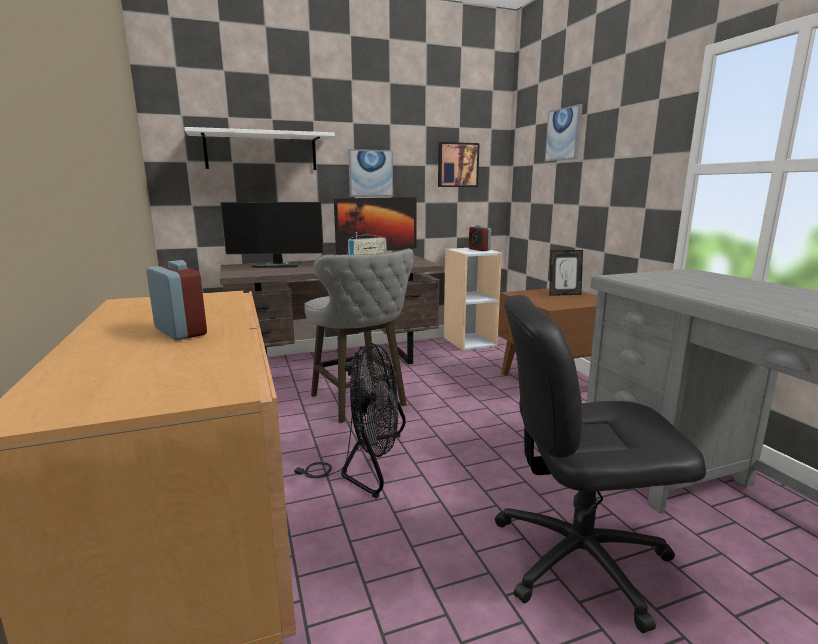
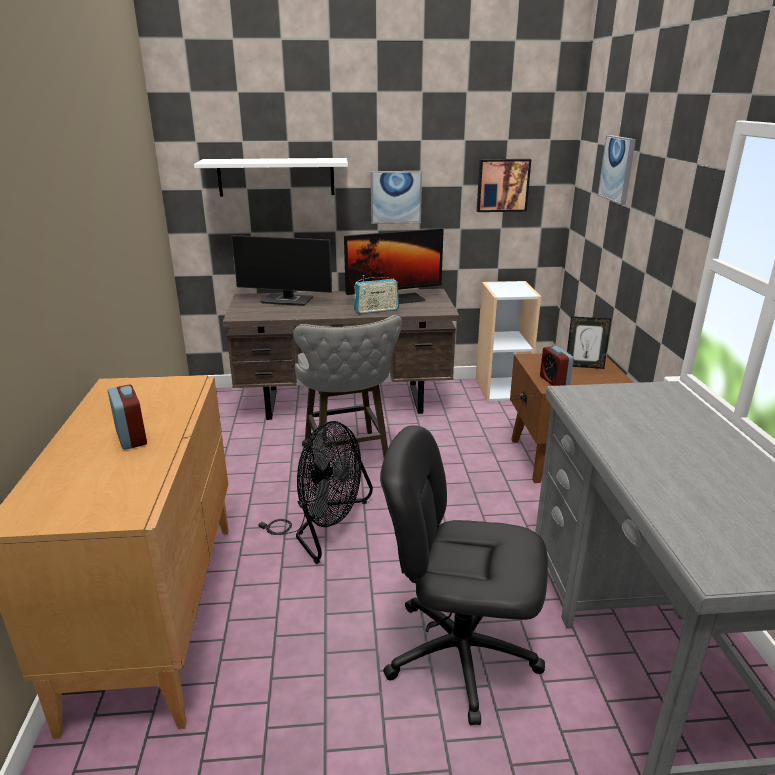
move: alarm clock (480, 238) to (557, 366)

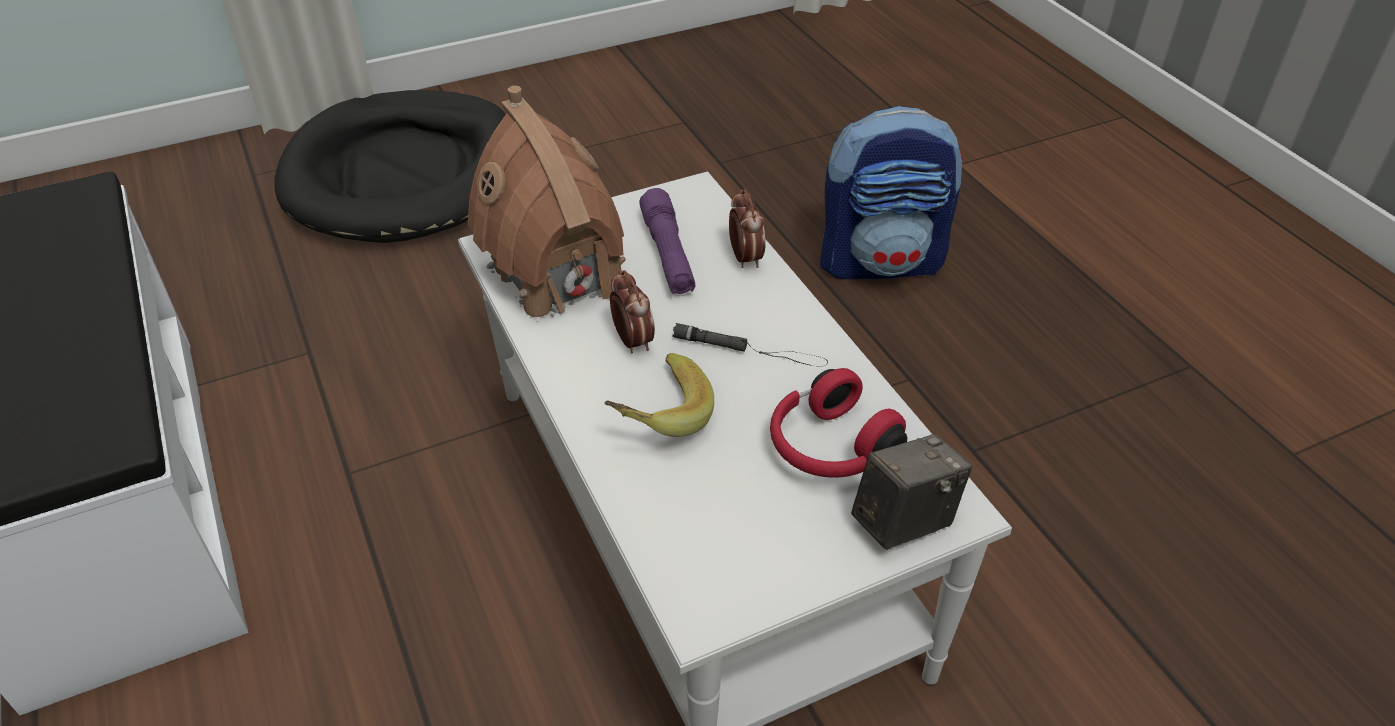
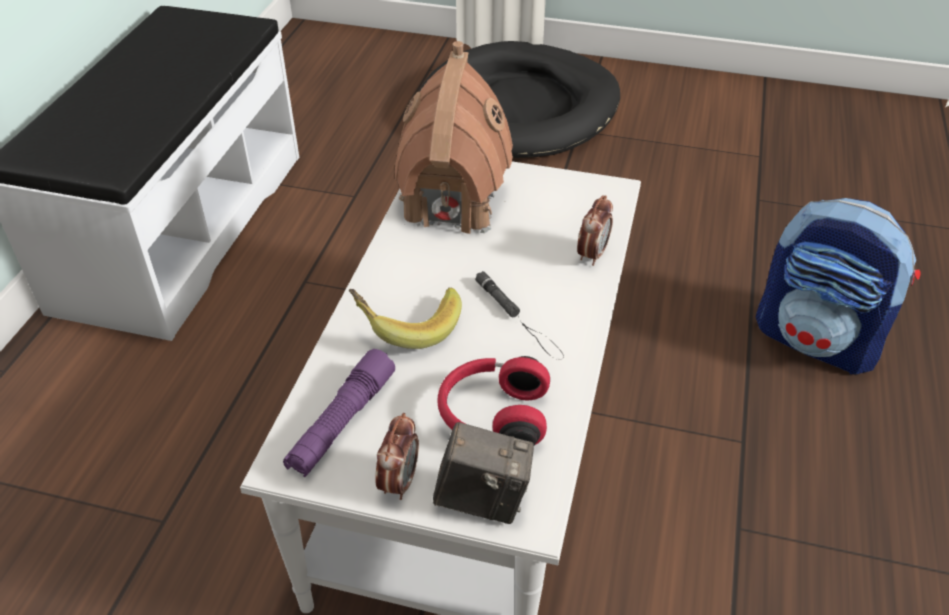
move: purple flashlight (667, 241) to (339, 413); alarm clock (632, 311) to (397, 456)

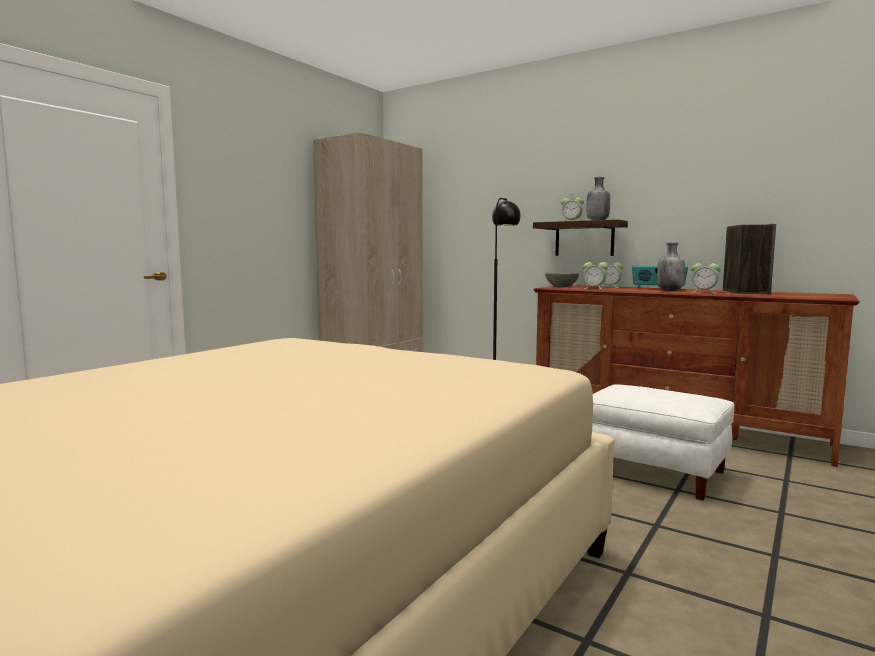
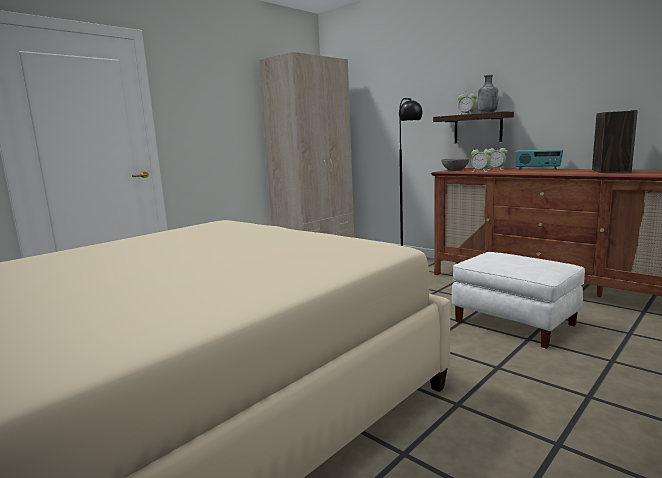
delete: grey bottle (671, 266); alarm clock (706, 276)

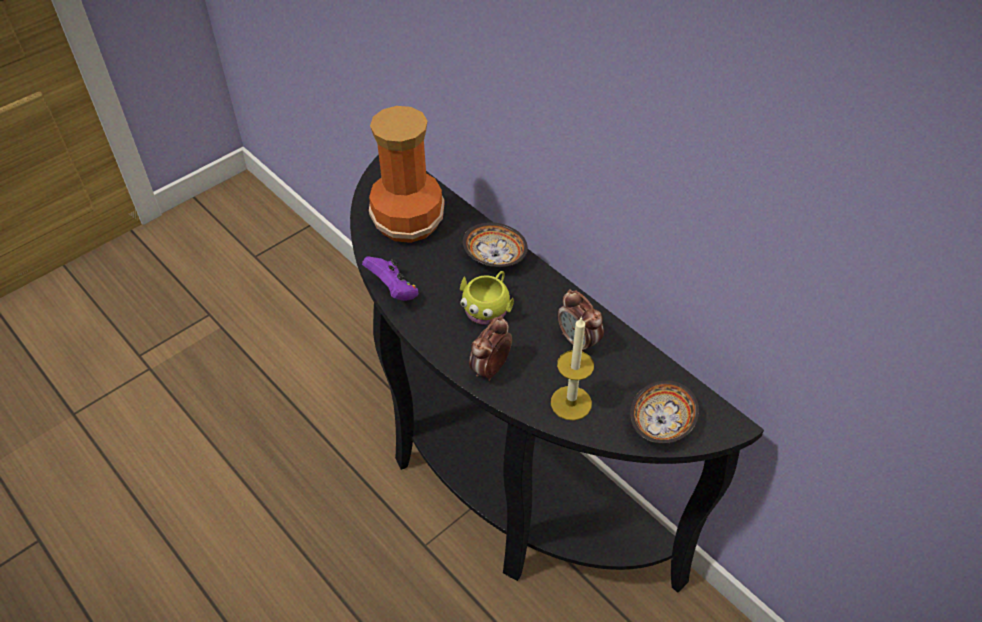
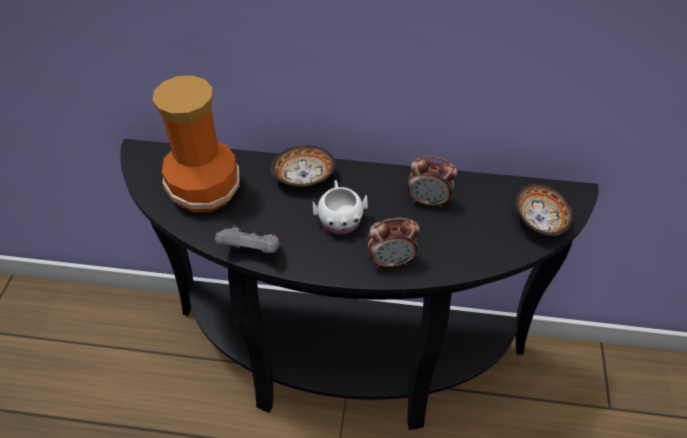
delete: candle (572, 368)
recolor: purple game controller (390, 278) to grey game controller (247, 239); yellow mug (487, 298) to white mug (340, 207)
rotate: alarm clock (490, 348) = (393, 243) 90 degrees counterclockwise

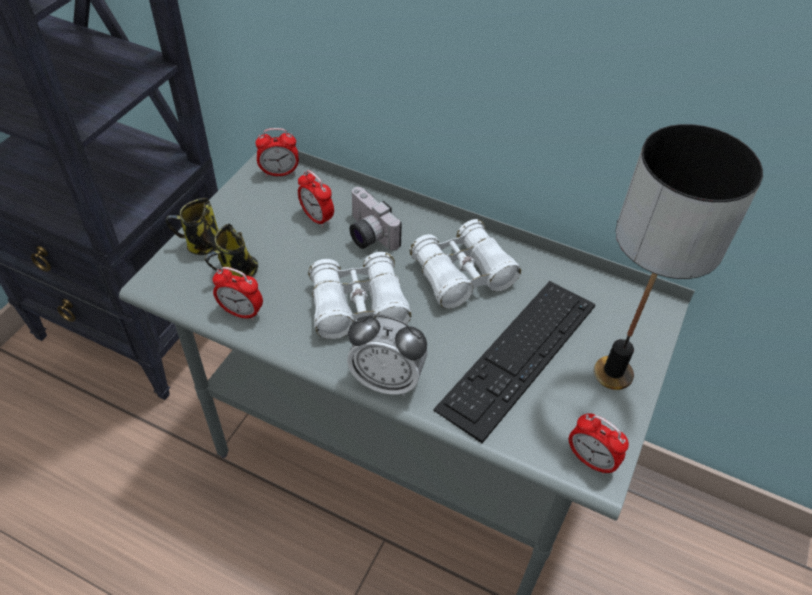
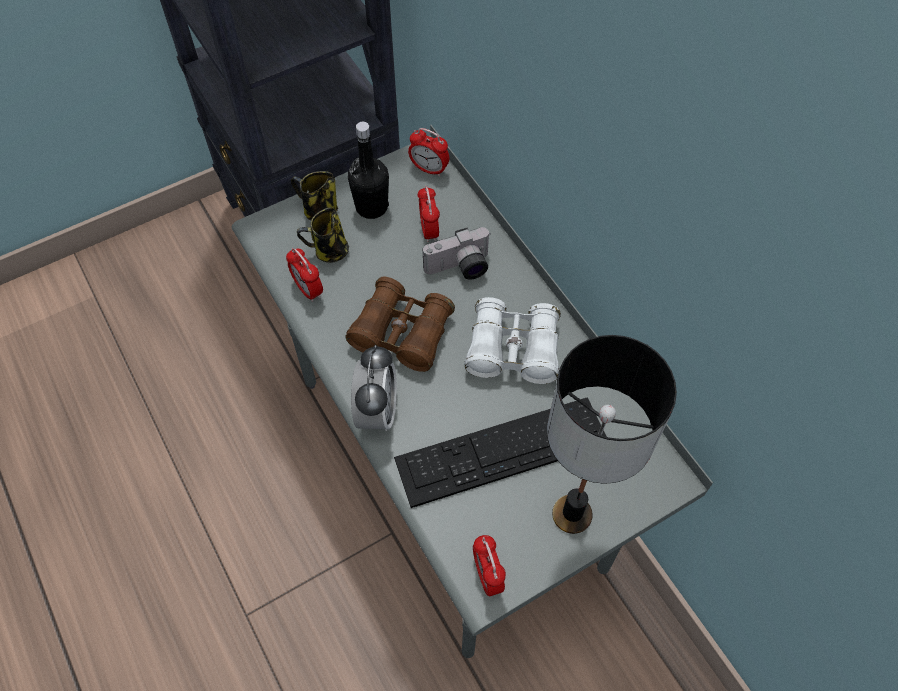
insert: black bottle (368, 170)
recolor: white binoculars (359, 295) to brown binoculars (400, 324)
rotate: photo camera (376, 219) = (457, 253) 105 degrees counterclockwise; alarm clock (387, 355) = (374, 388) 135 degrees counterclockwise

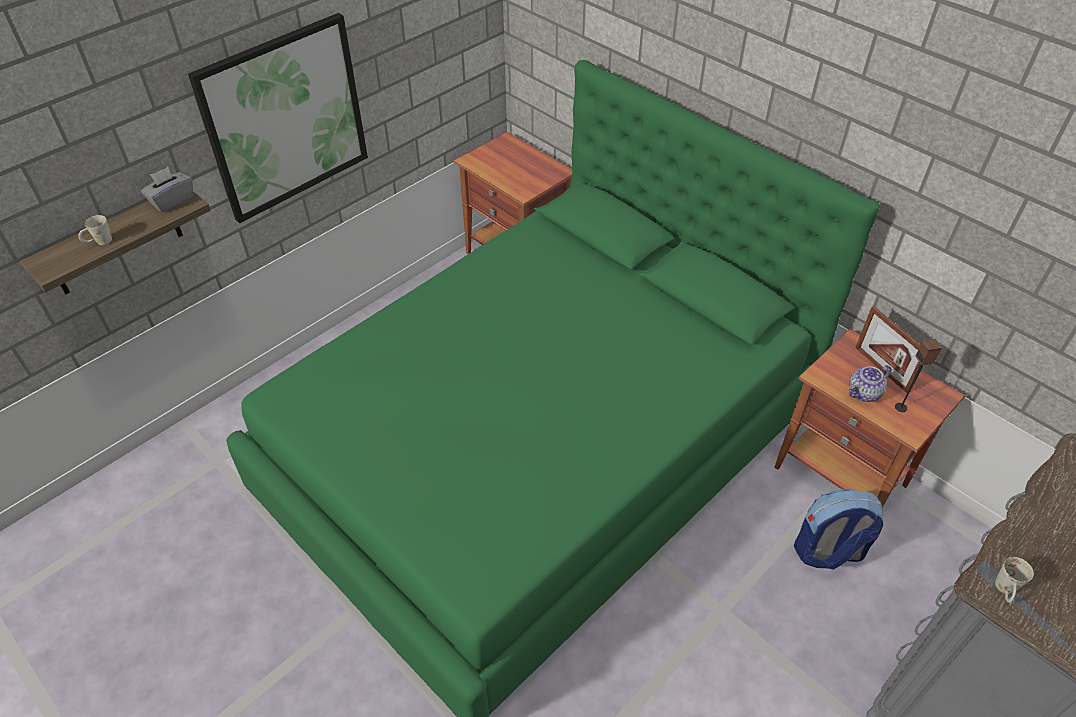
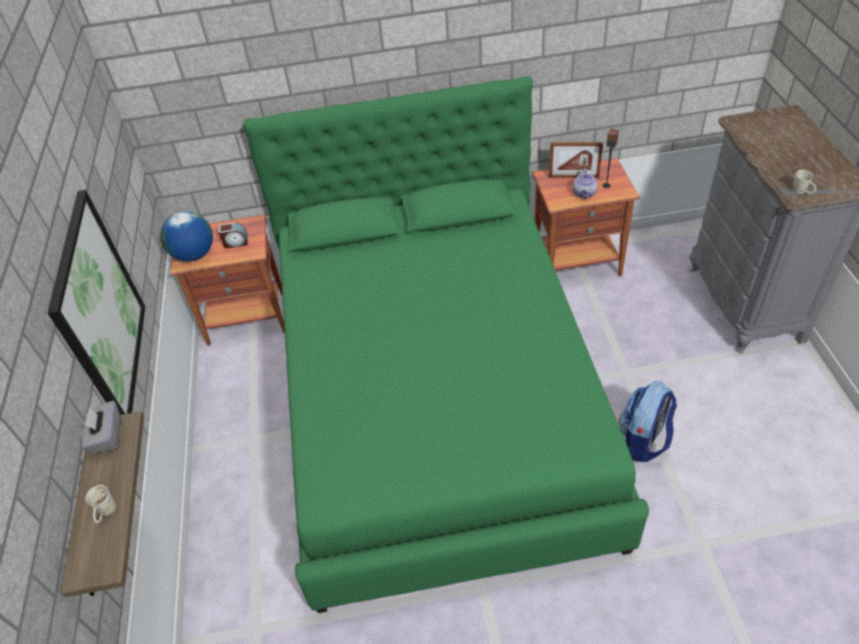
insert: globe (186, 236); alarm clock (233, 236)
move: backpack (839, 529) to (648, 421)

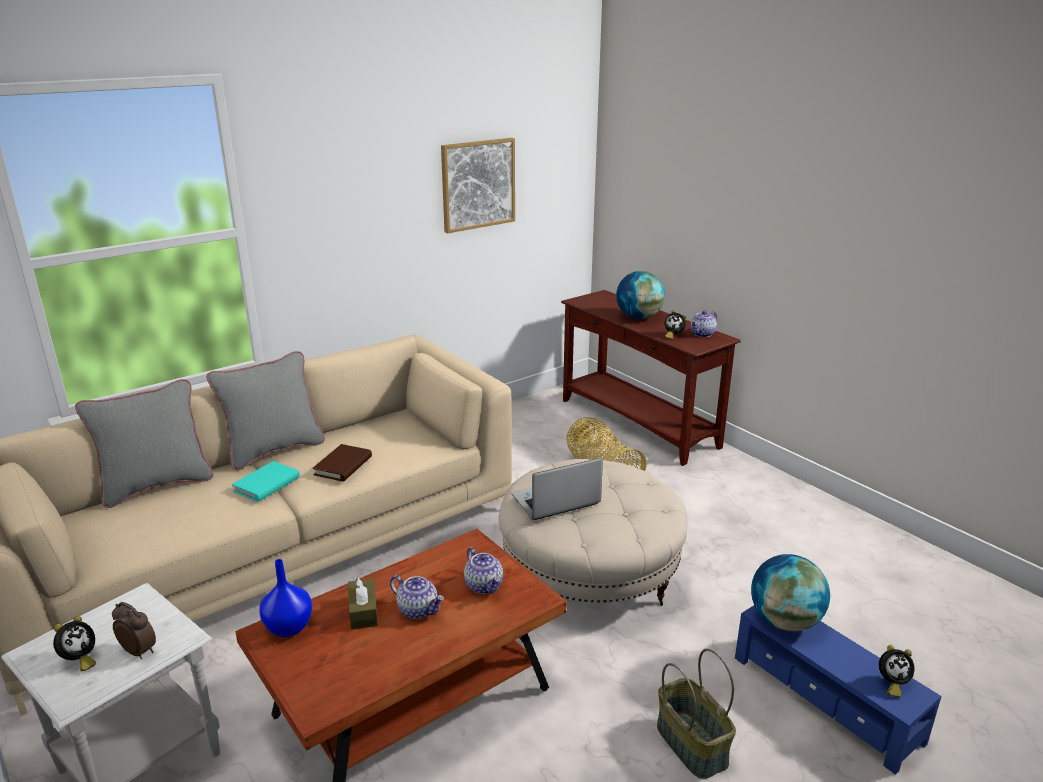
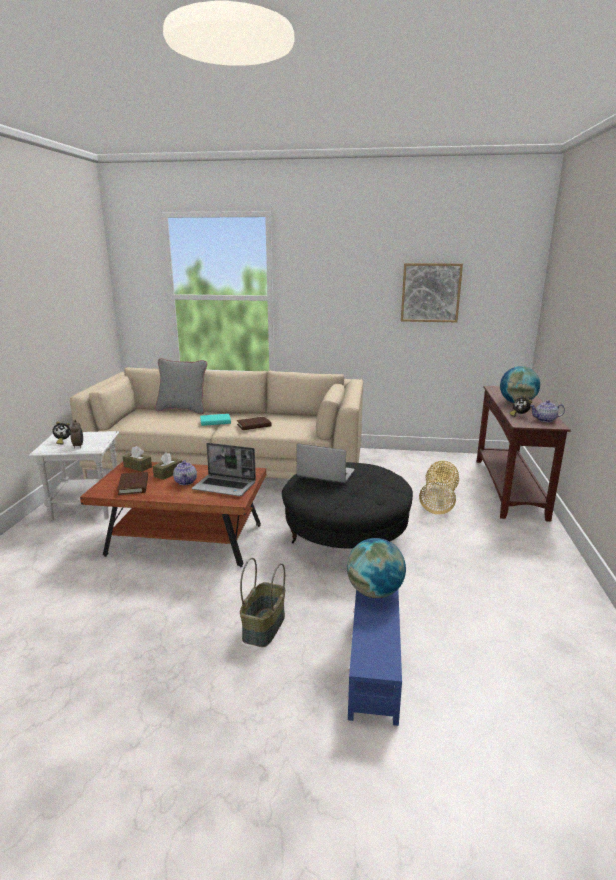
delete: grey pillow (265, 410); alarm clock (897, 671)
insert: brown book (132, 483)
replace: teapot (483, 570) to laptop (224, 469); blue vase (285, 598) to brown tissue box (137, 459)
recolor: beige ottoman (593, 532) to black ottoman (347, 505)

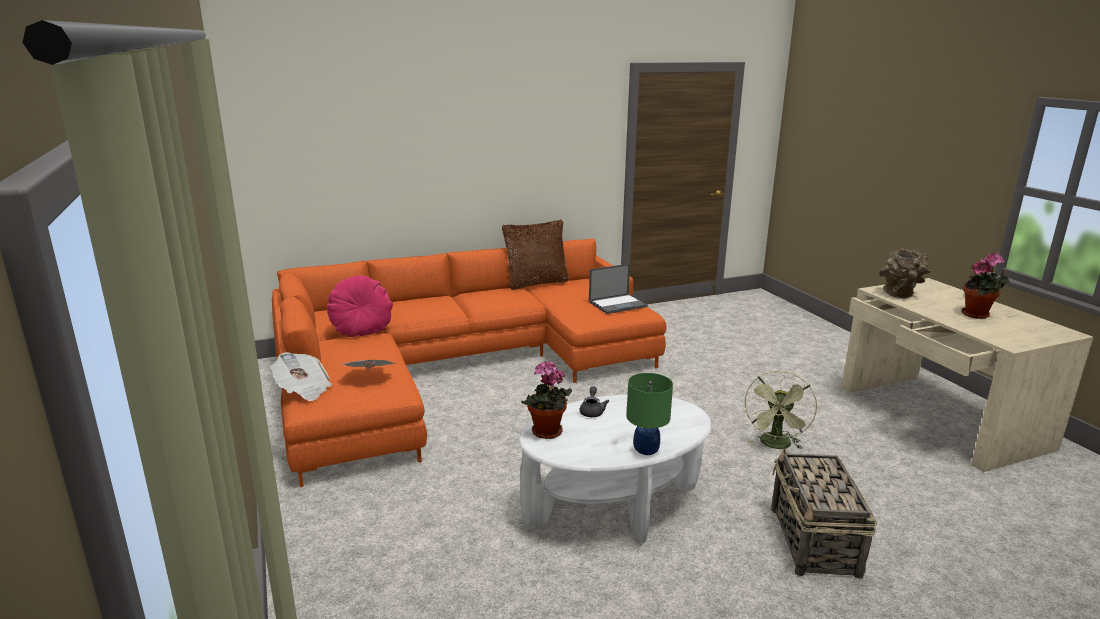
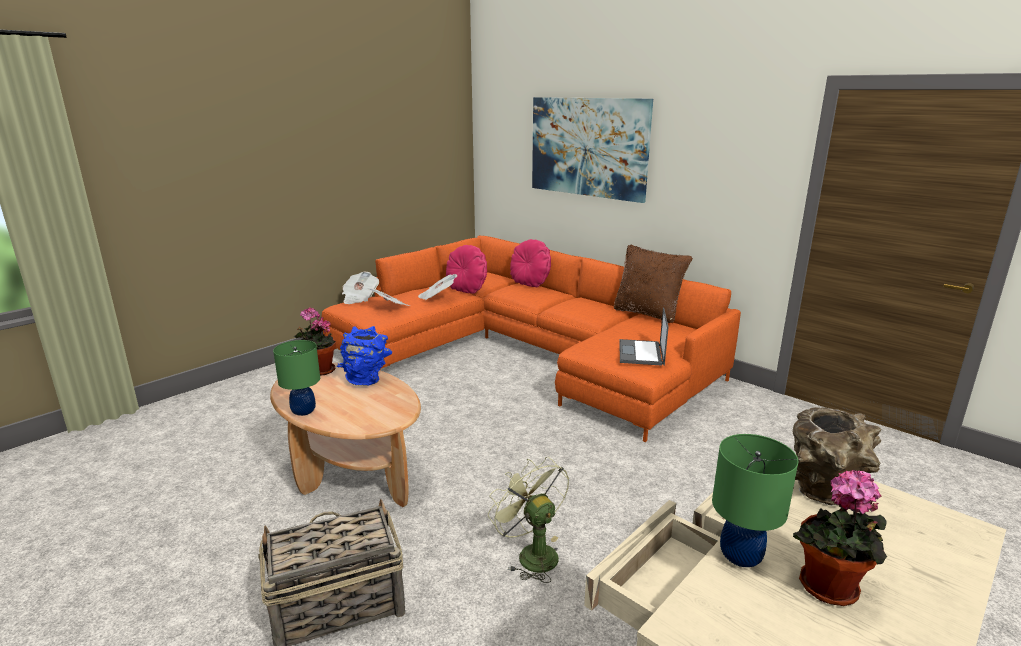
insert: picture (592, 150); pink pillow (530, 263); newspaper (437, 287); green table lamp (755, 500)
replace: grey teapot (594, 401) to blue vase (364, 356)
recolor: white coffee table (615, 469) to brown coffee table (345, 435)
rotate: laptop (618, 289) = (643, 337) 60 degrees clockwise; green fan (781, 410) = (528, 520) 60 degrees clockwise

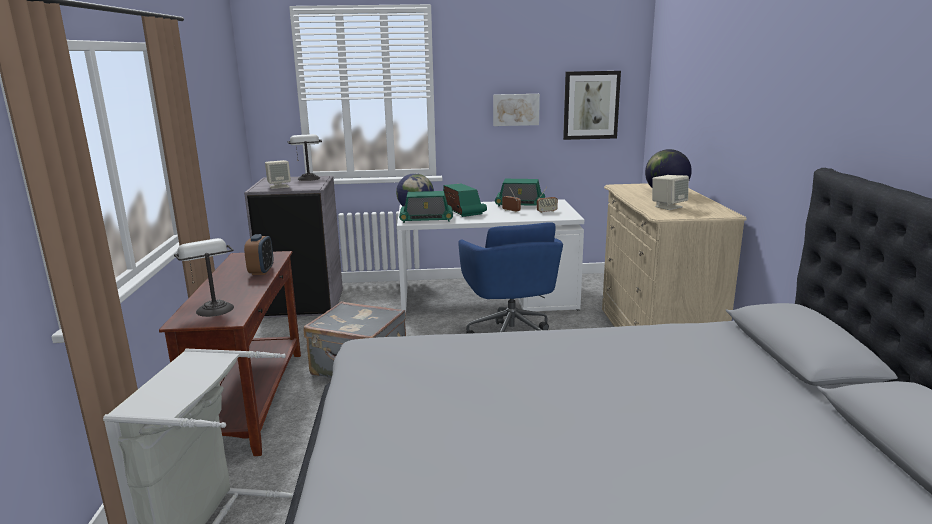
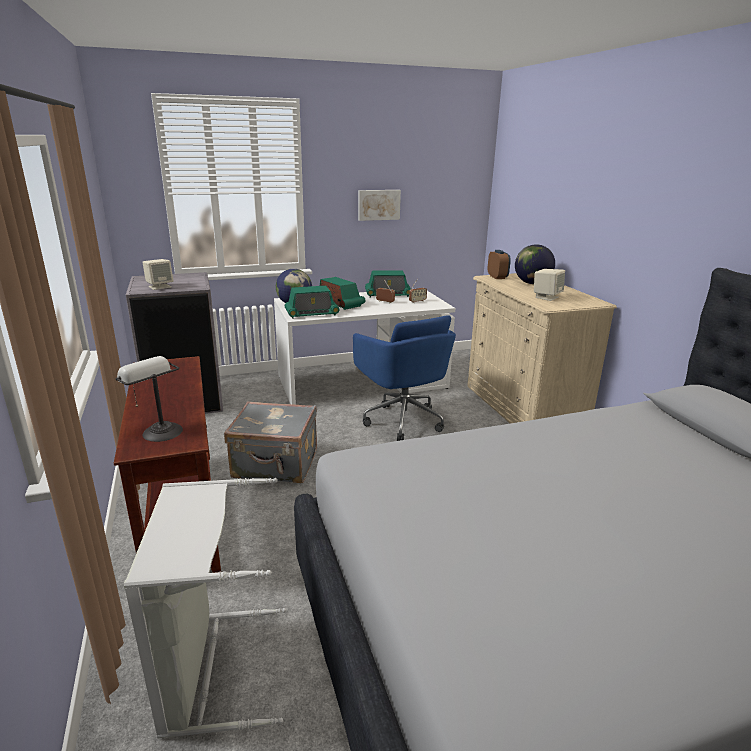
delete: picture (592, 105); table lamp (305, 157)
move: alarm clock (258, 254) to (499, 264)

